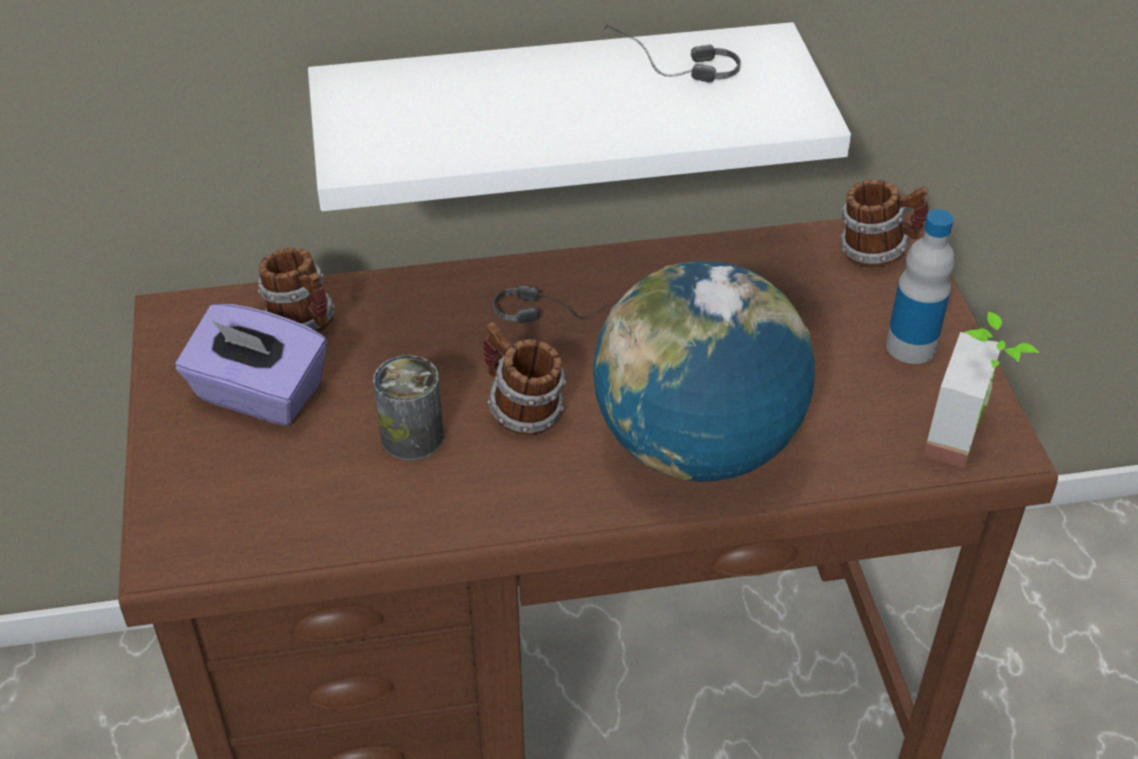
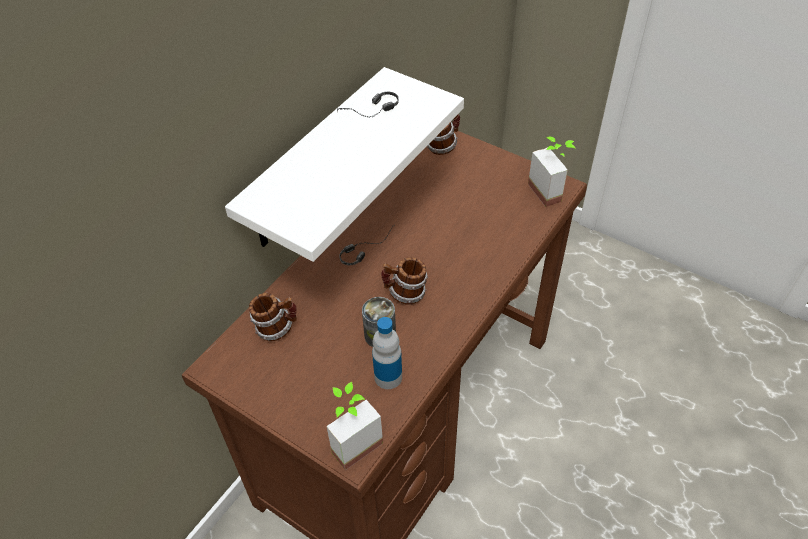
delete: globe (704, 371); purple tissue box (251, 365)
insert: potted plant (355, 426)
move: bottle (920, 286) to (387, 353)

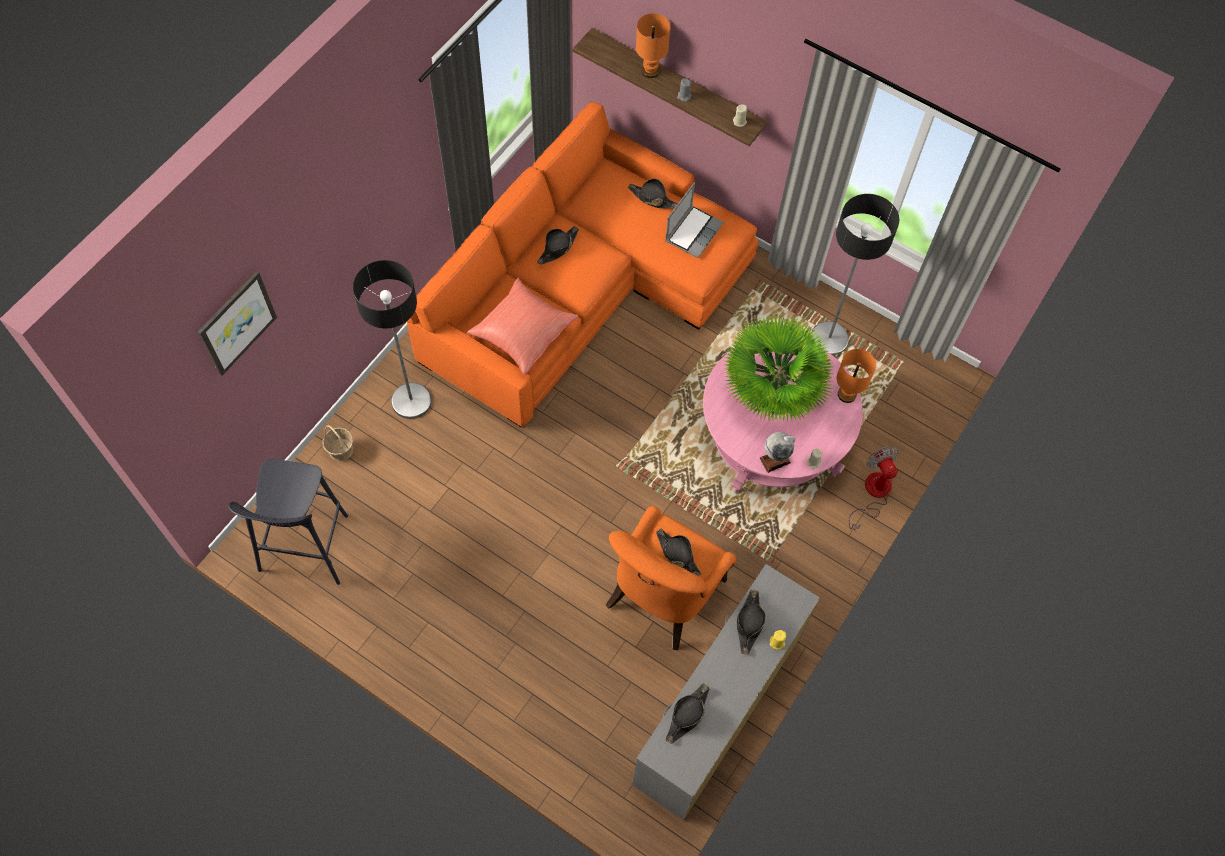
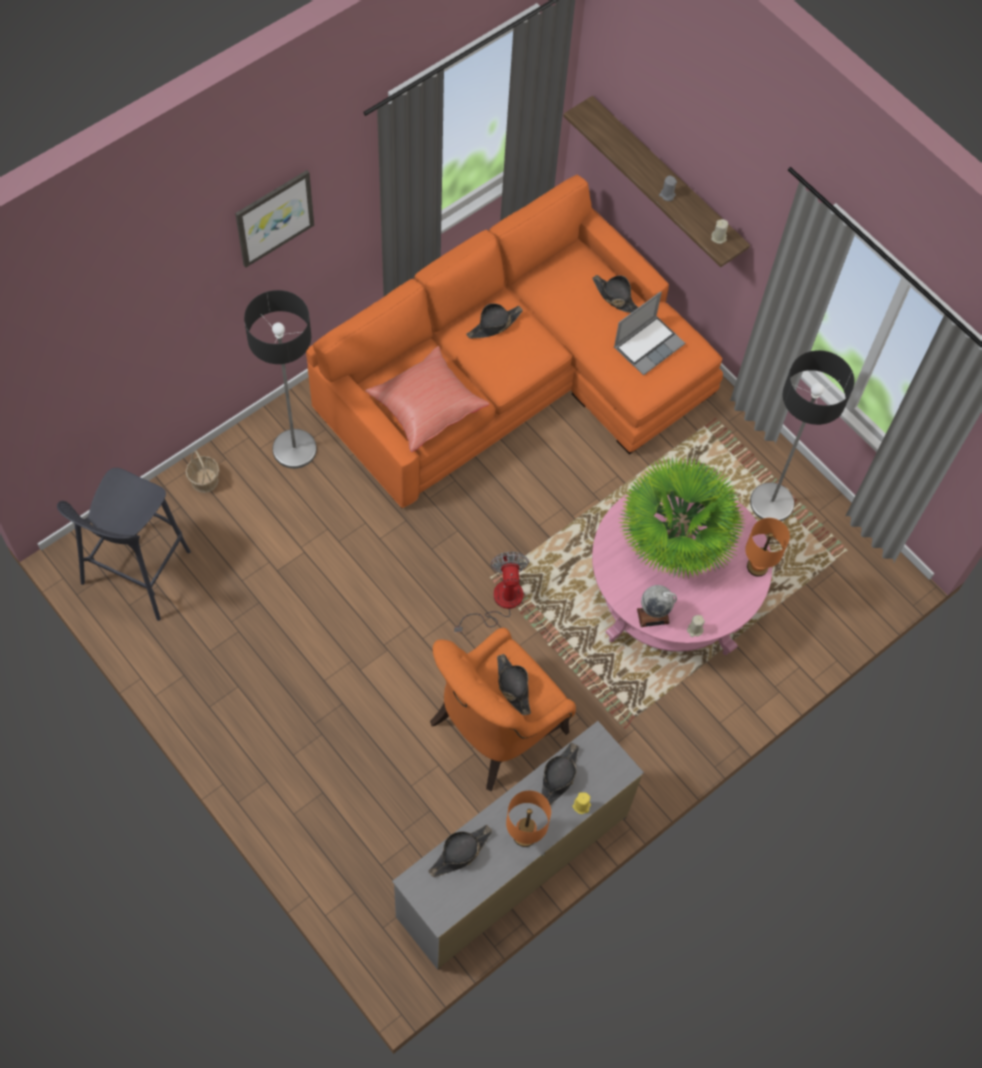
move: orange table lamp (653, 45) to (528, 818); picture (237, 323) to (274, 219); fan (873, 488) to (491, 592)

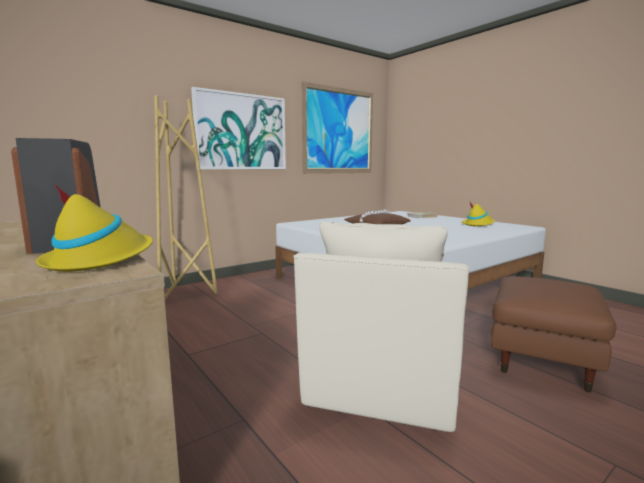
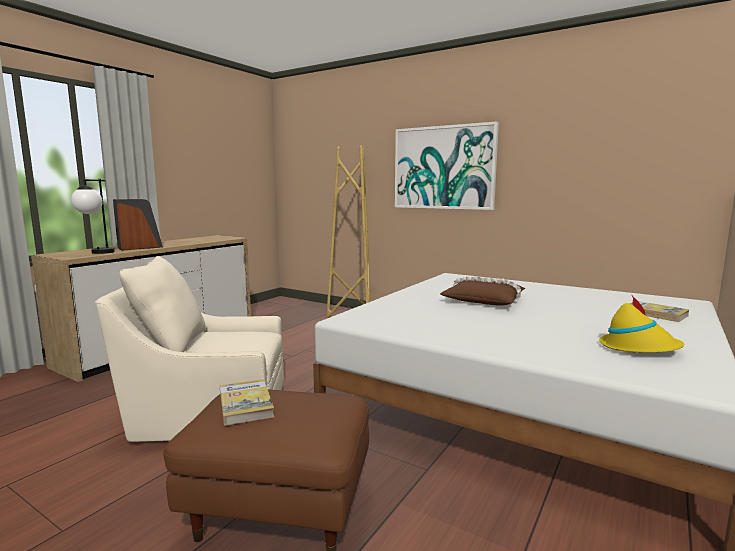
delete: picture (337, 127)
insert: book (247, 402)
replace: yellow hat (94, 228) to table lamp (93, 216)

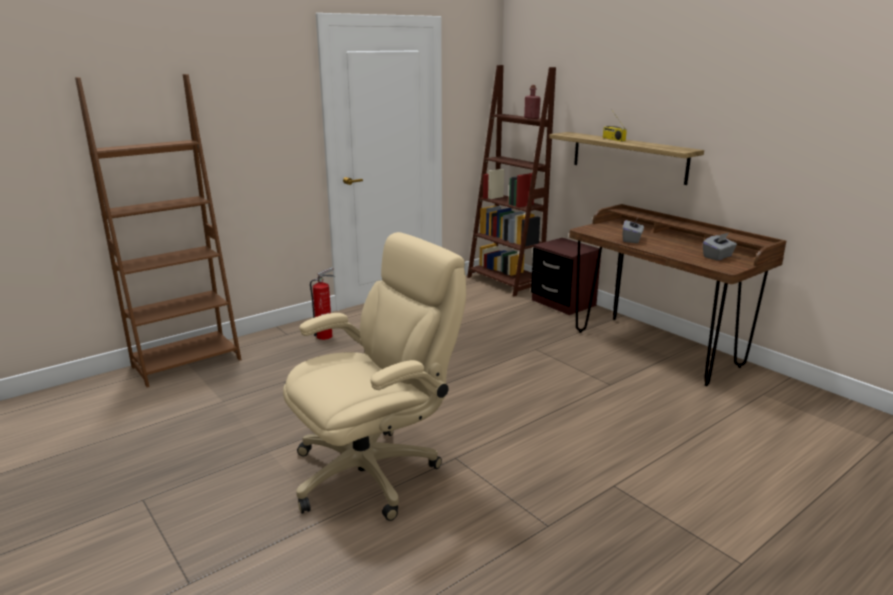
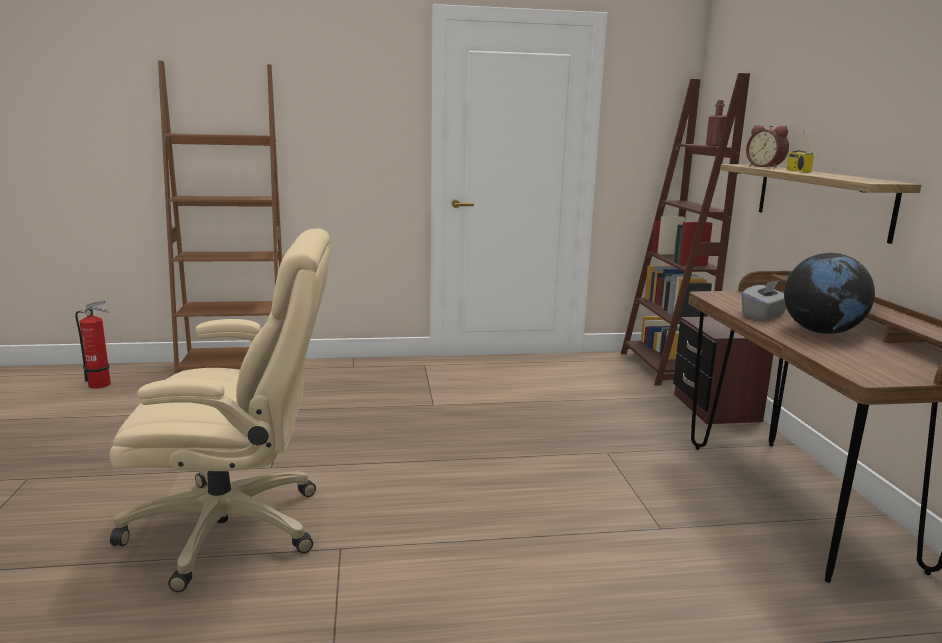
delete: grey tissue box (720, 247)
insert: alarm clock (767, 146); globe (829, 293)
move: fire extinguisher (322, 303) to (93, 344)

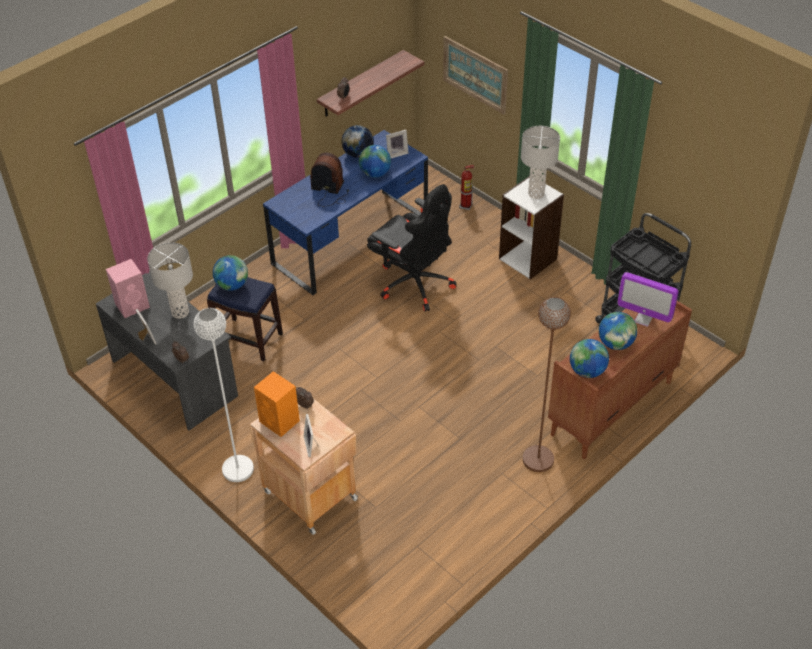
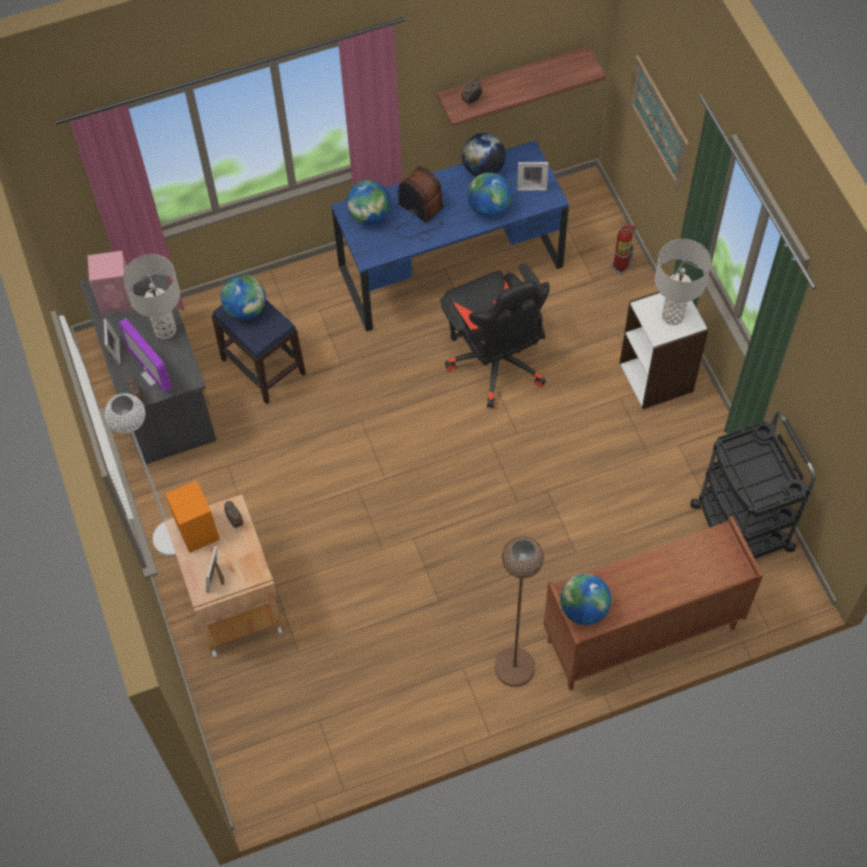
move: monitor (647, 299) to (145, 355); globe (618, 331) to (369, 202)

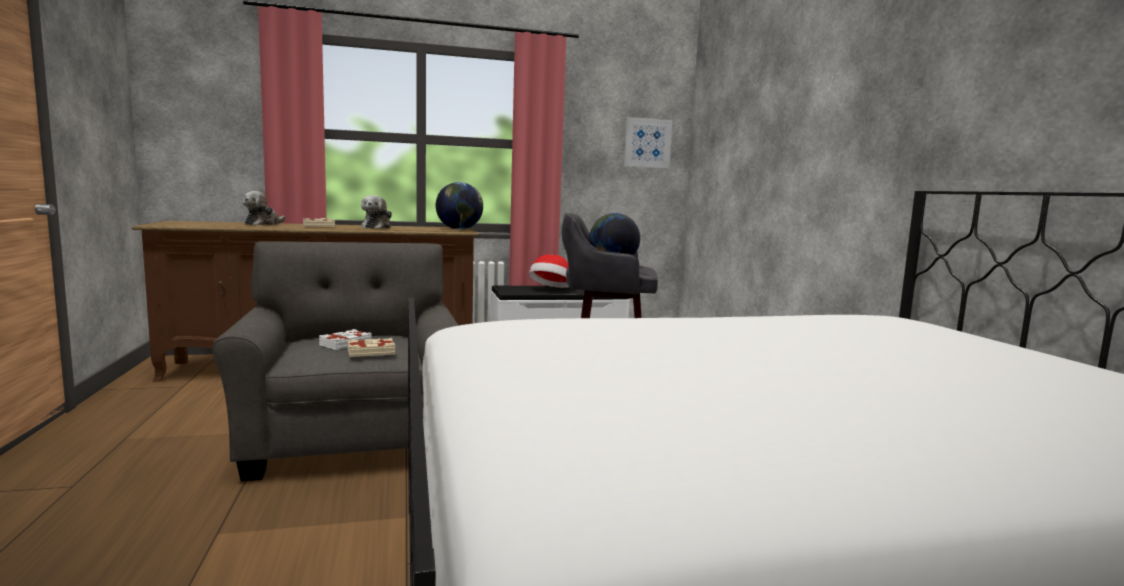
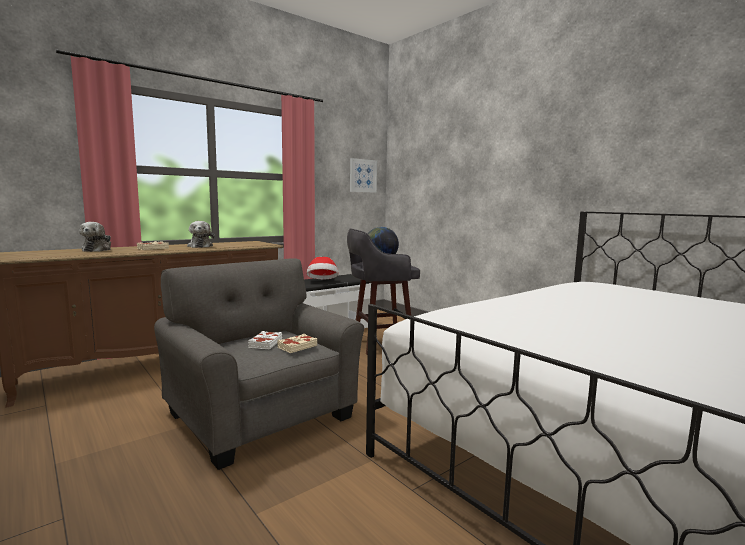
delete: globe (459, 206)

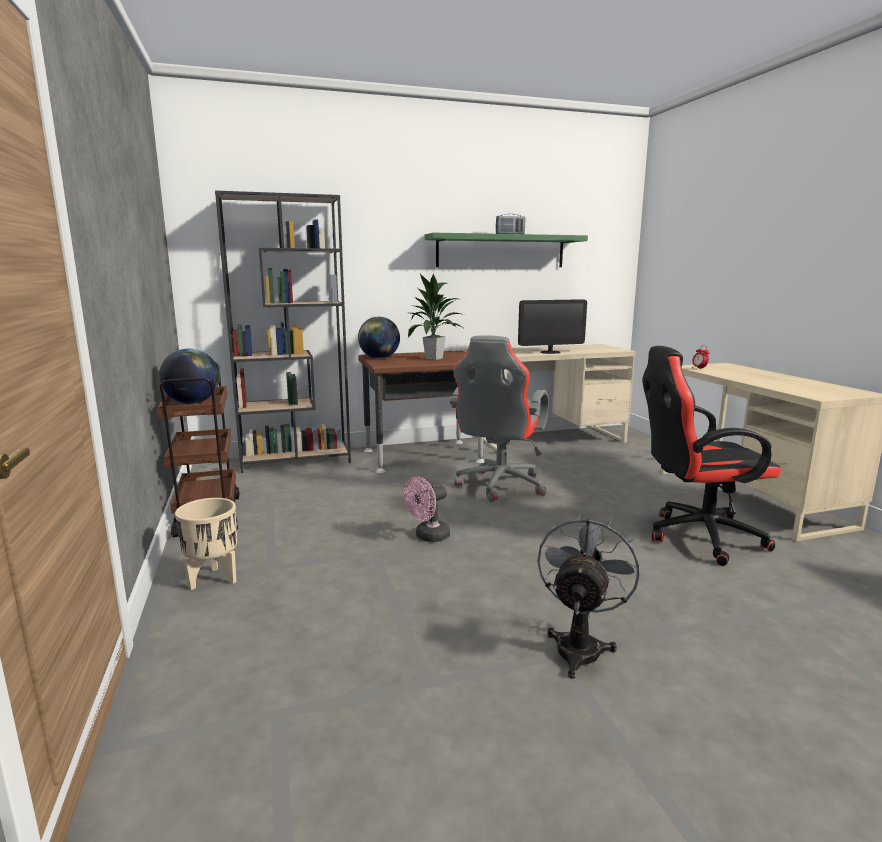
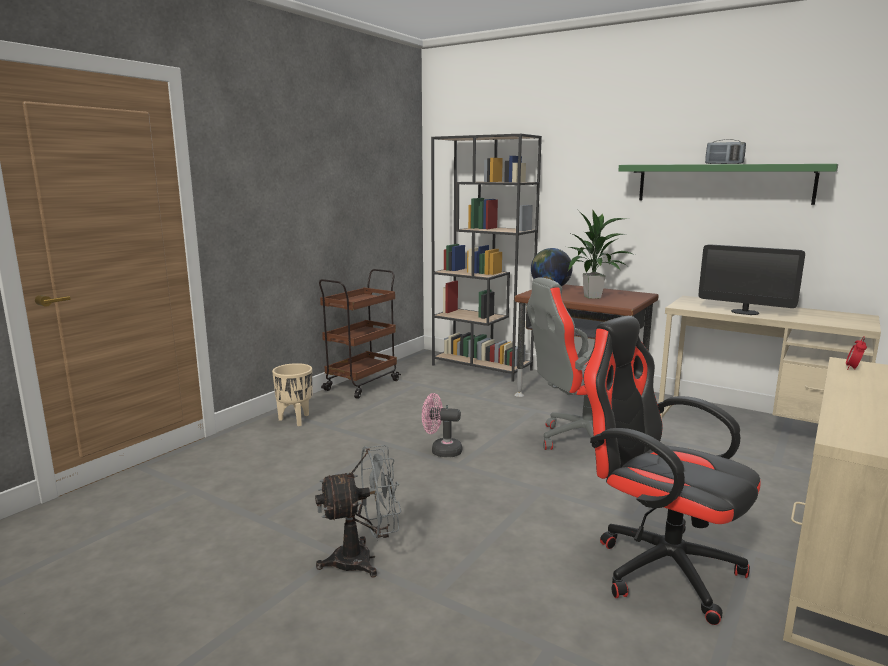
delete: globe (189, 376)

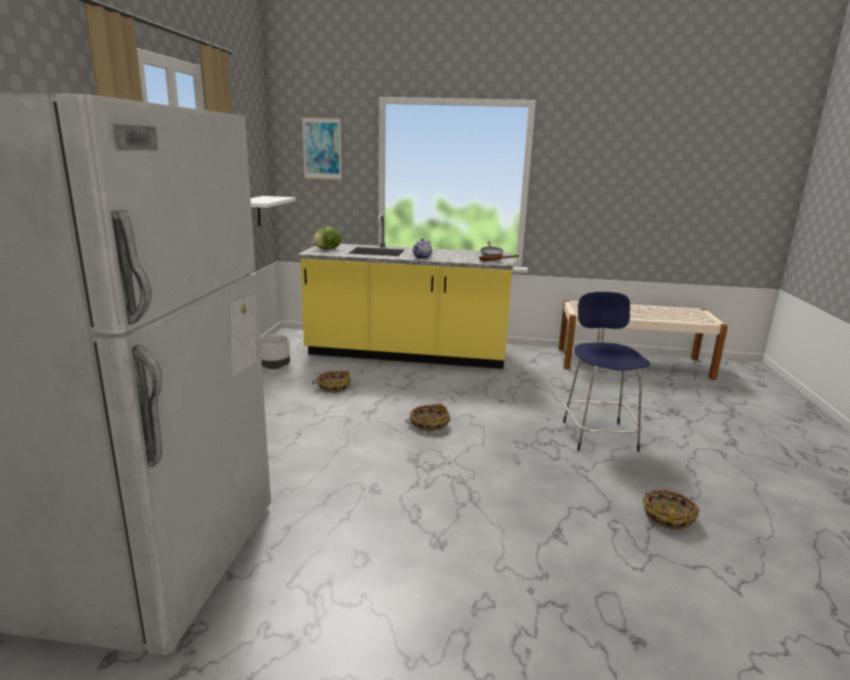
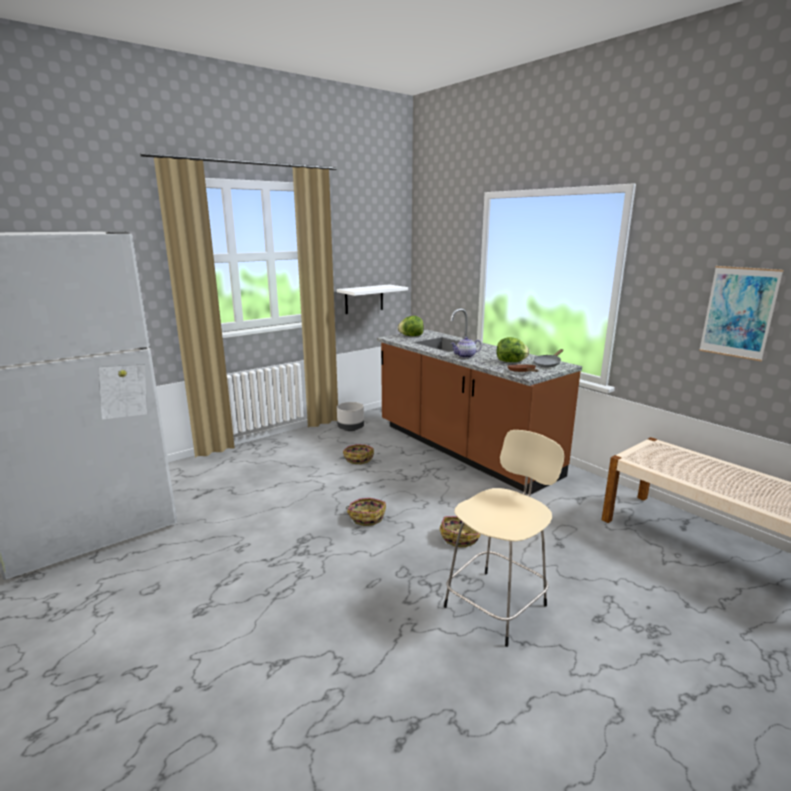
insert: lettuce (512, 349)
move: picture (322, 148) to (741, 313); basket (671, 510) to (460, 531)
recolor: yellow counter (405, 291) to brown counter (479, 401); blue stool (606, 372) to beige stool (504, 538)

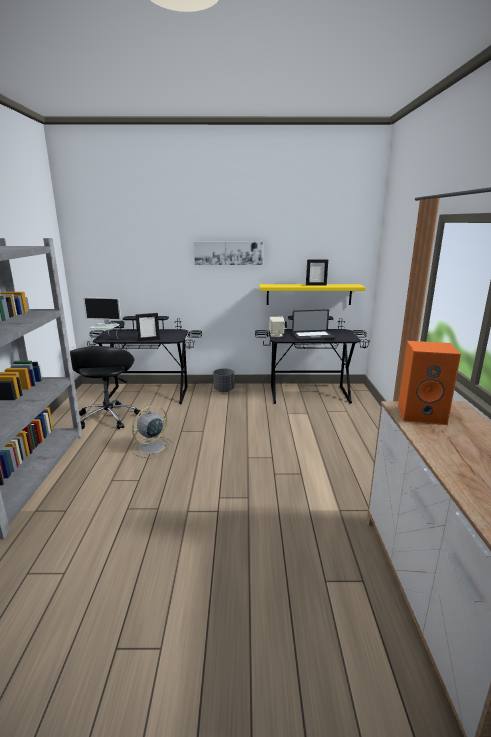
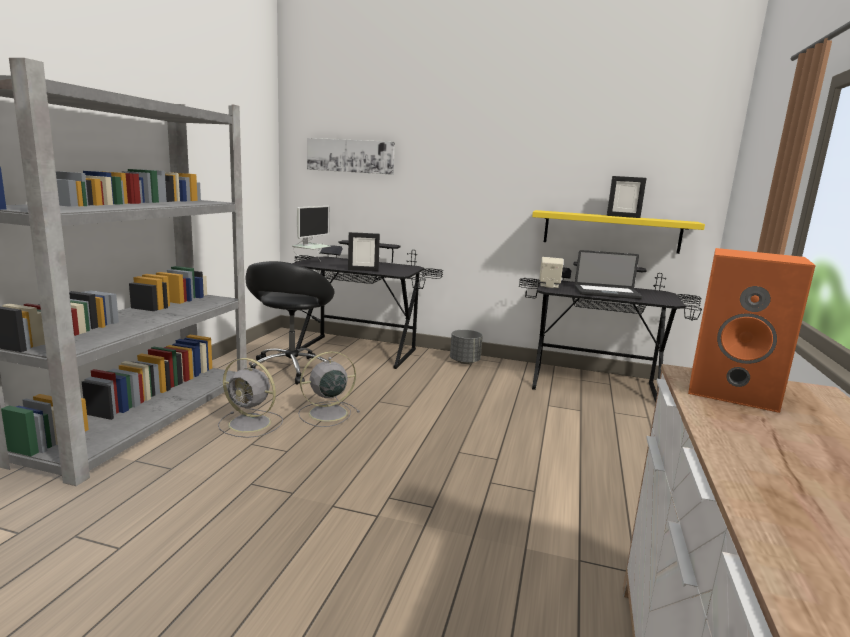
insert: grey fan (250, 398)
move: picture (228, 253) to (351, 156)
rotate: monitor (102, 317) = (311, 234) 90 degrees counterclockwise

